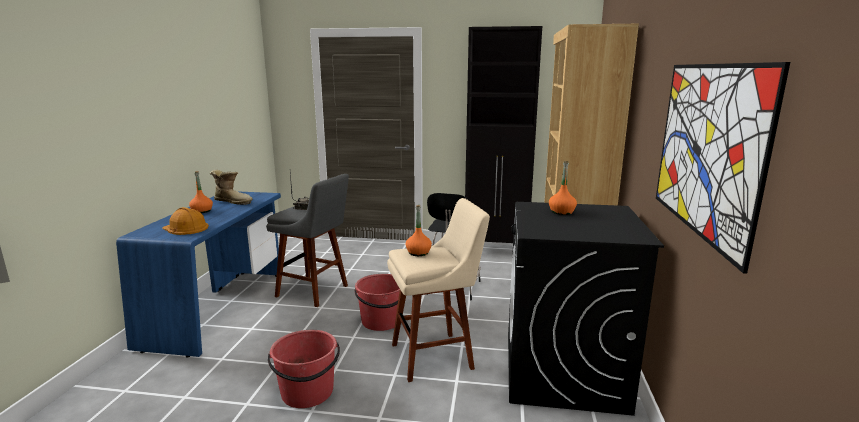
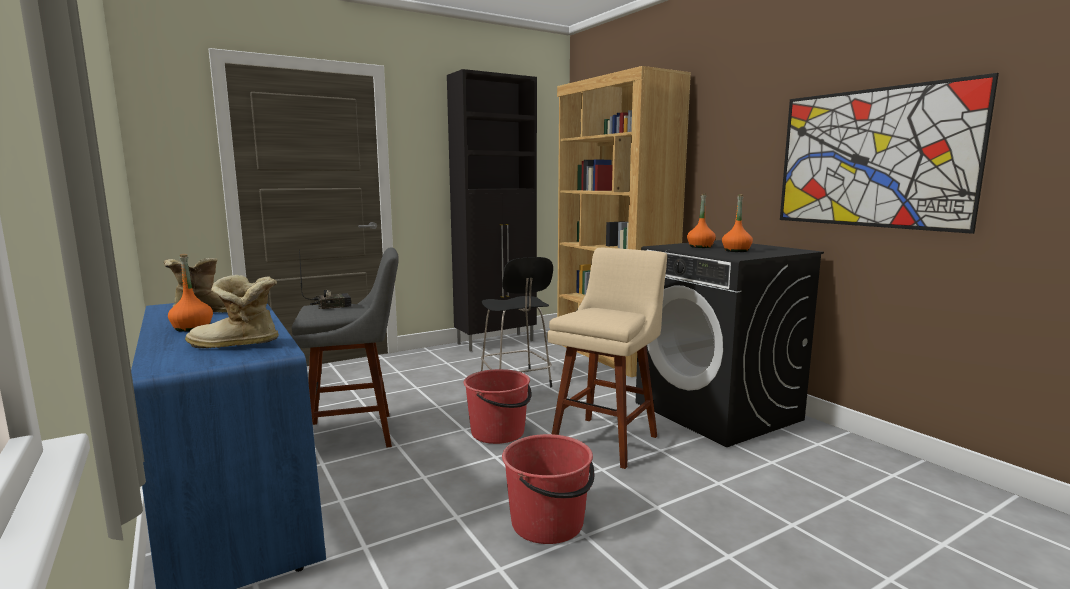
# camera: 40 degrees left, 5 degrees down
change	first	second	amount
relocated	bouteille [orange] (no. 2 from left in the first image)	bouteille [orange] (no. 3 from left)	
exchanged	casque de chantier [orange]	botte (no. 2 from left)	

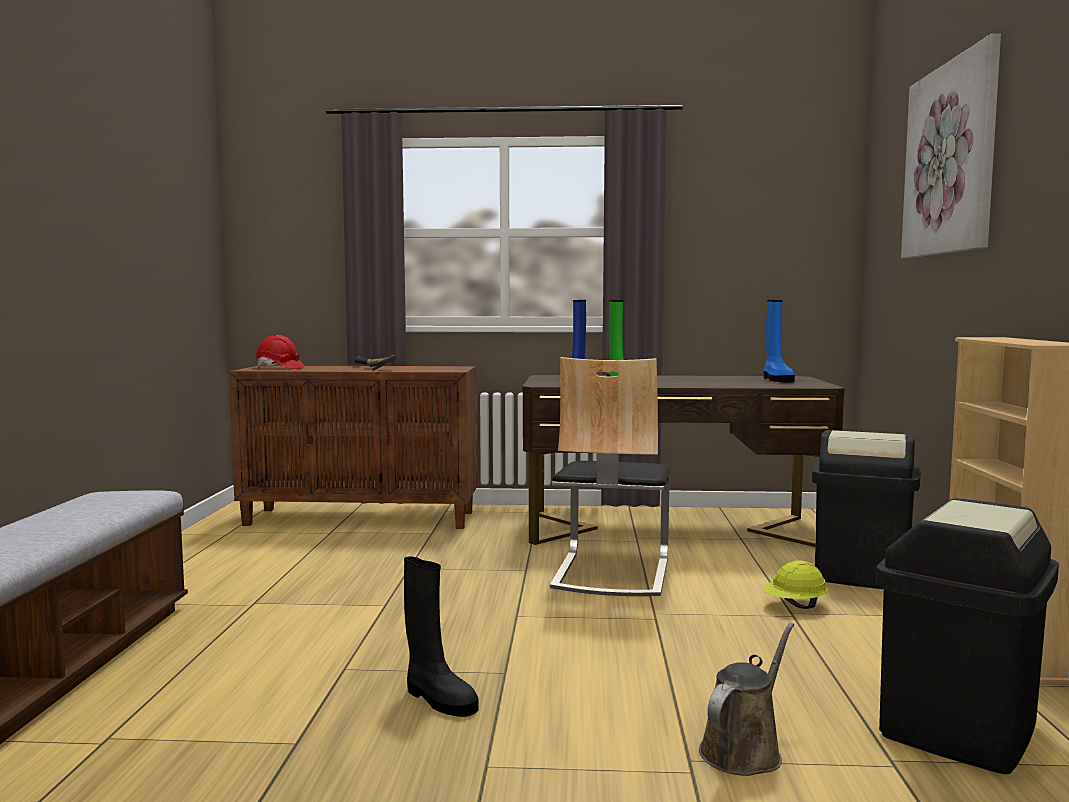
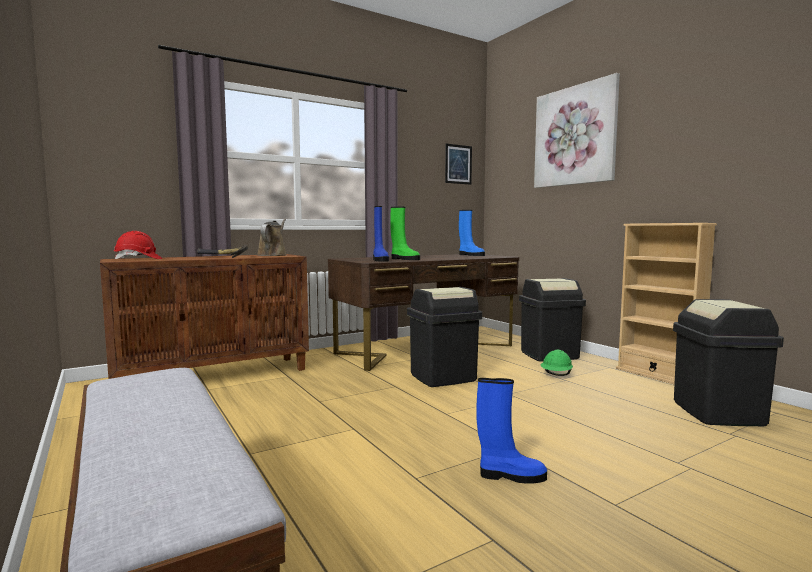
# camera: 35 degrees left, 0 degrees up
change	first	second	amount
exchanged	chaise	poubelle [noir] (no. 1 from left)	
colour	botte [noir]	botte [bleu] (no. 3 from left)	
colour	casque de chantier [jaune]	casque de chantier [vert]	
relocated	arrosoir [marron]		
appeared		tableau (no. 1 from left)	

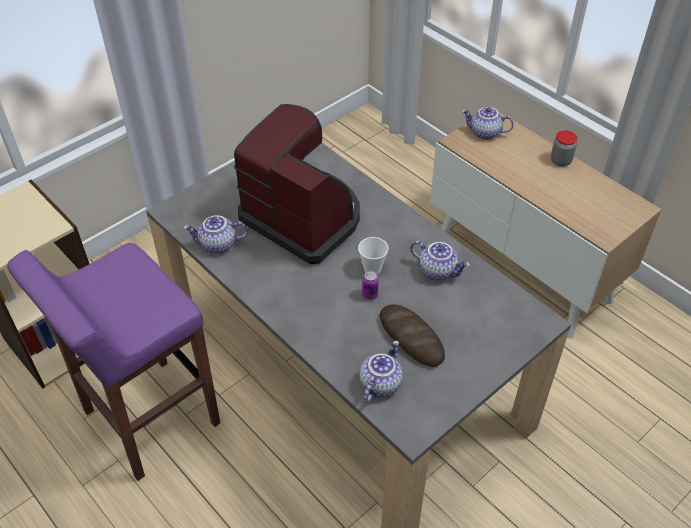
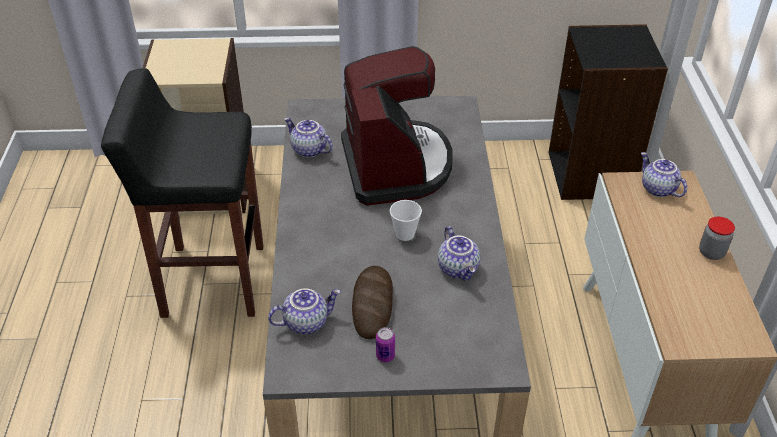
# camera: 40 degrees right, 5 degrees down
change	first	second	amount
colour	tabouret [violet]	tabouret [noir]	
relocated	boîte métallique		
appeared		bibliothèque [noir]	

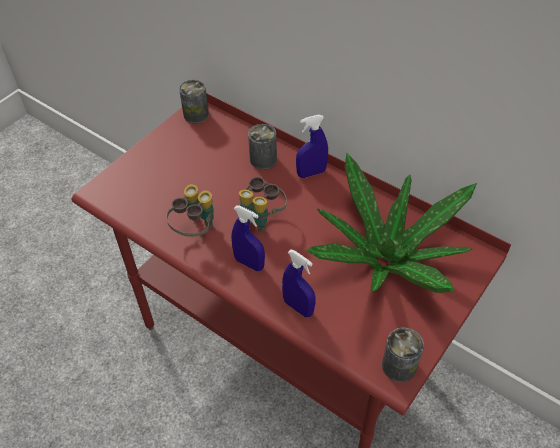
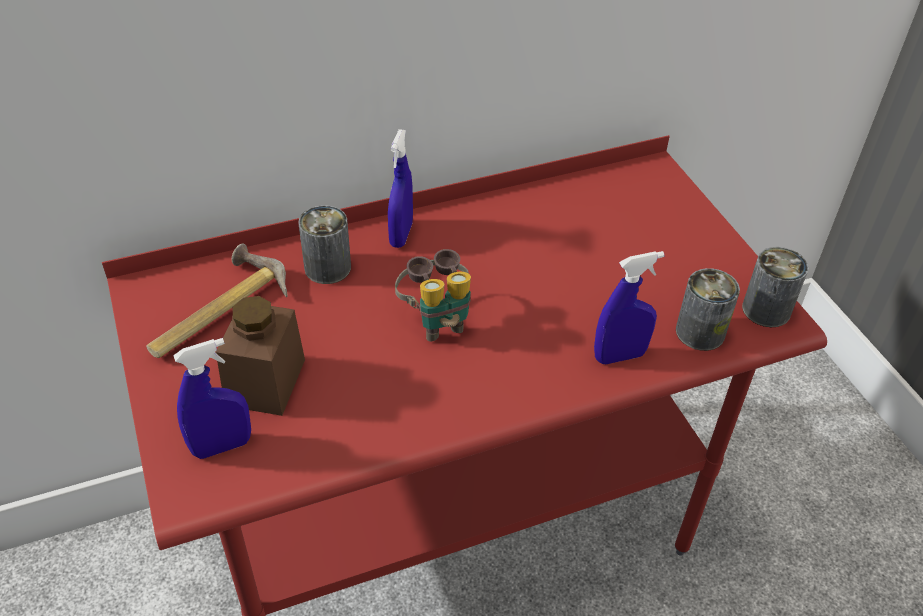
# camera: 60 degrees left, 5 degrees down
change	first	second	amount
relocated	boîte métallique (no. 1 from left in the first image)	boîte métallique (no. 2 from left)	
missing	plante en pot		
missing	jumelles (no. 1 from left)		
relocated	vaporisateur [bleu] (no. 1 from left)		
appeared		marteau	
appeared		bocal [marron]	

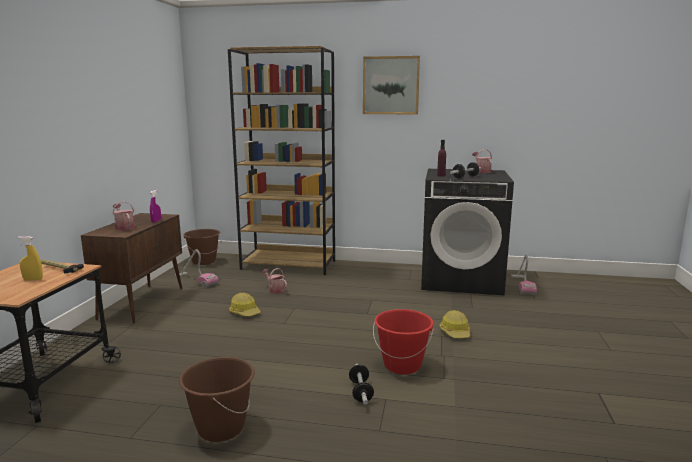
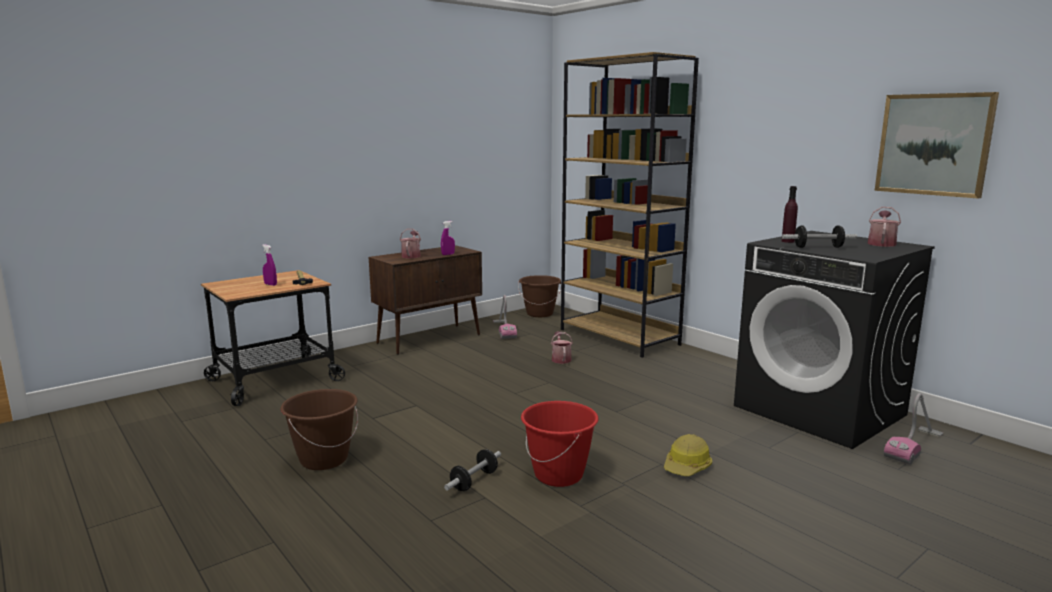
# camera: 40 degrees right, 0 degrees up
change	first	second	amount
relocated	tableau		
colour	vaporisateur [jaune]	vaporisateur [violet] (no. 1 from left)	
missing	casque de chantier (no. 1 from left)		

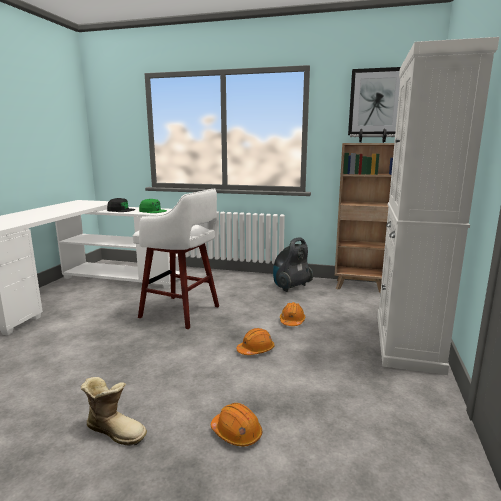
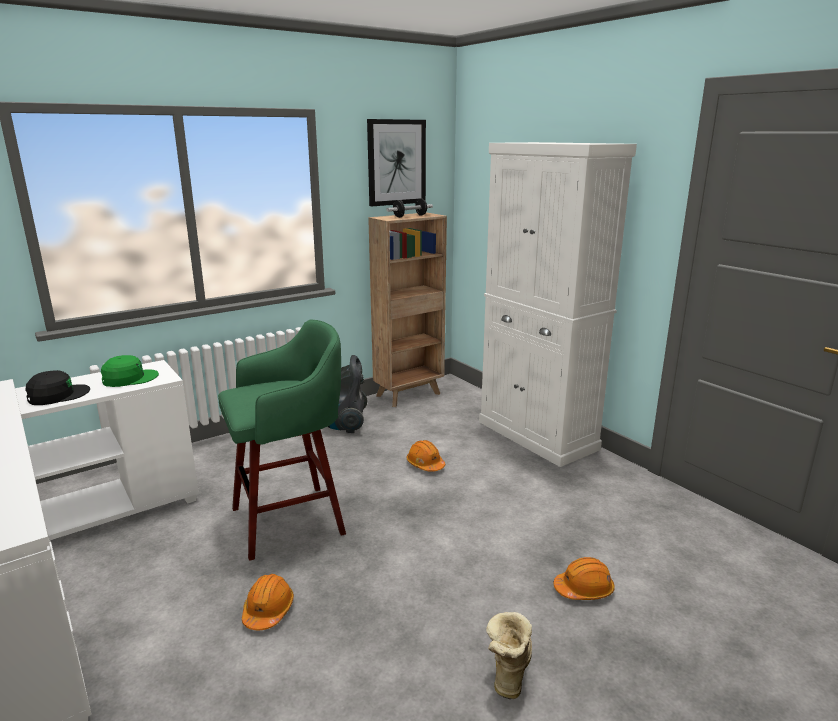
# camera: 50 degrees left, 5 degrees up
change	first	second	amount
colour	tabouret [blanc]	tabouret [vert]	
relocated	casque de chantier [orange] (no. 2 from left in the first image)	casque de chantier [orange] (no. 1 from left)	
spun	botte		45 degrees counterclockwise

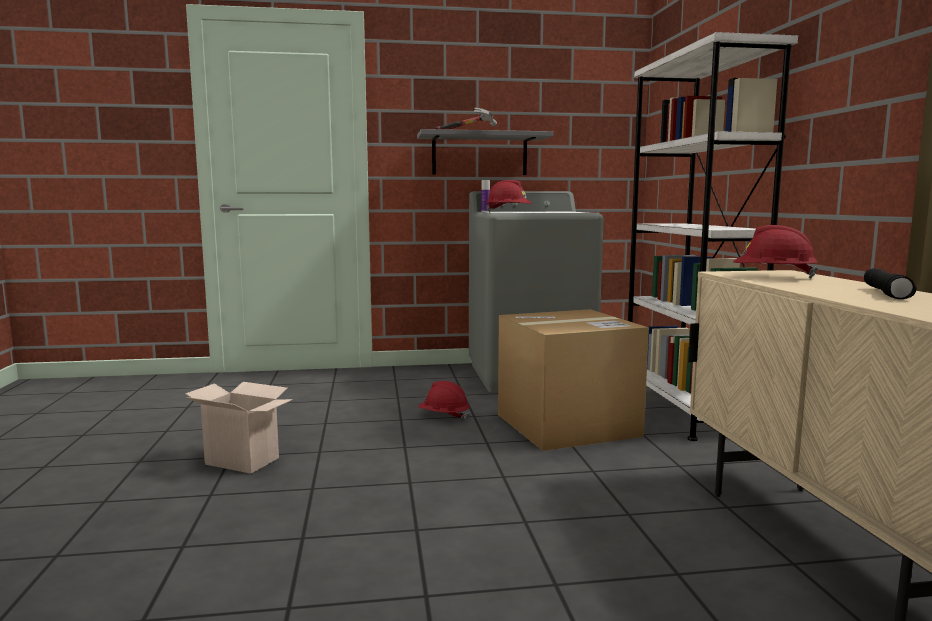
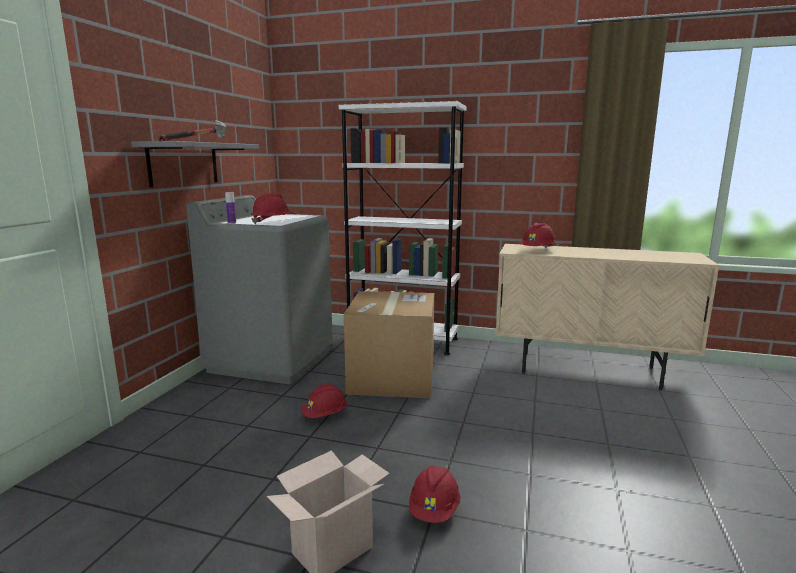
# camera: 65 degrees left, 5 degrees up
change	first	second	amount
missing	lampe de poche [noir]		
appeared		casque de chantier [rouge] (no. 3 from left)	

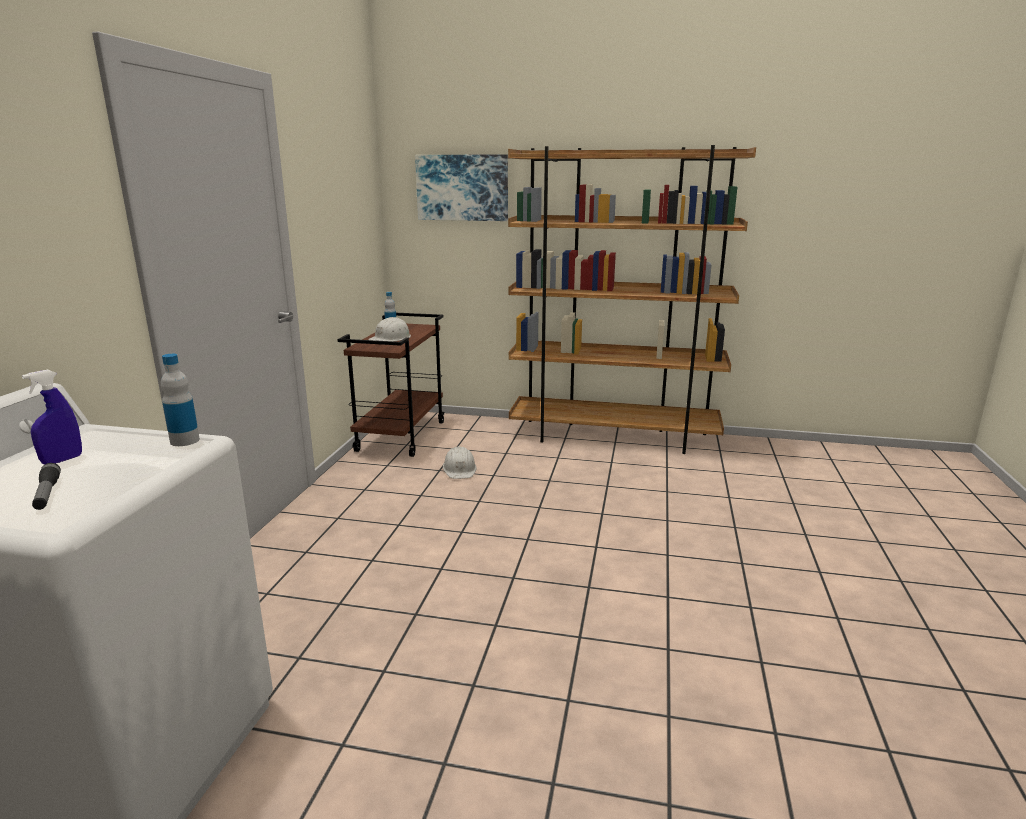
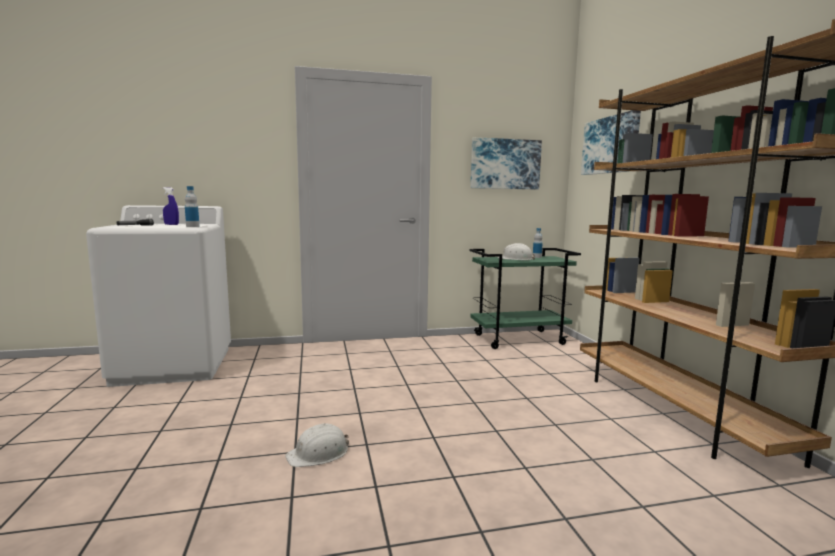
# camera: 65 degrees right, 10 degrees down
change	first	second	amount
colour	chariot [marron]	chariot [vert]	
relocated	casque de chantier [blanc] (no. 2 from left in the first image)	casque de chantier [blanc] (no. 1 from left)	
appeared		tableau (no. 1 from left)	

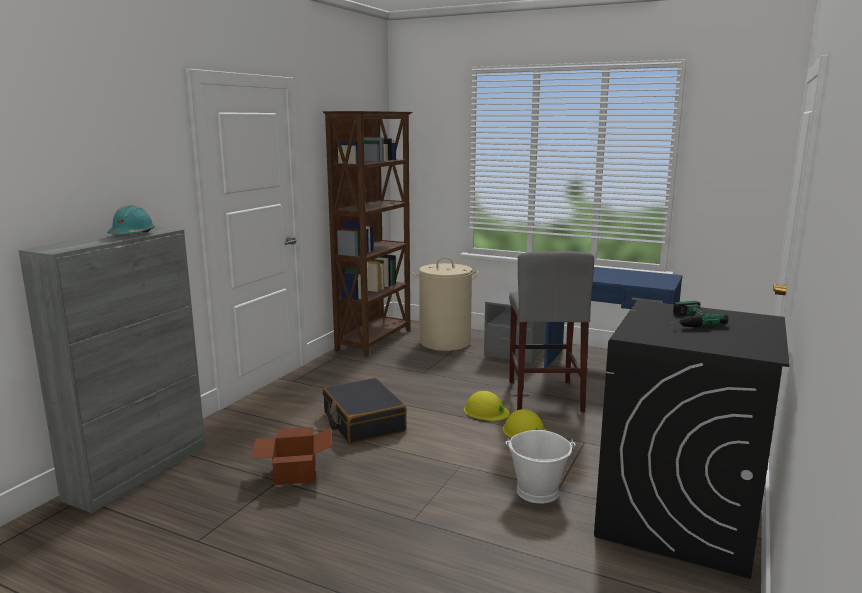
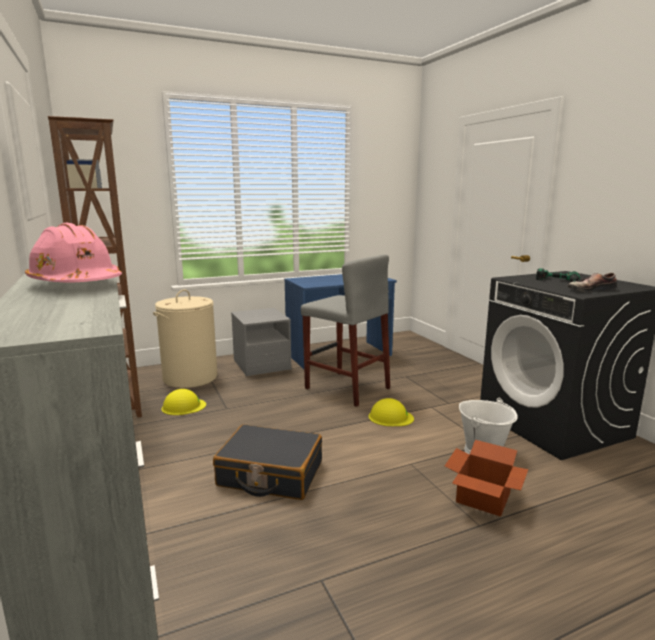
# camera: 50 degrees left, 0 degrees up
change	first	second	amount
colour	casque de chantier [turquoise]	casque de chantier [rose]	
relocated	casque de chantier [jaune] (no. 1 from left)		
relocated	carton		
appeared		chaussure	

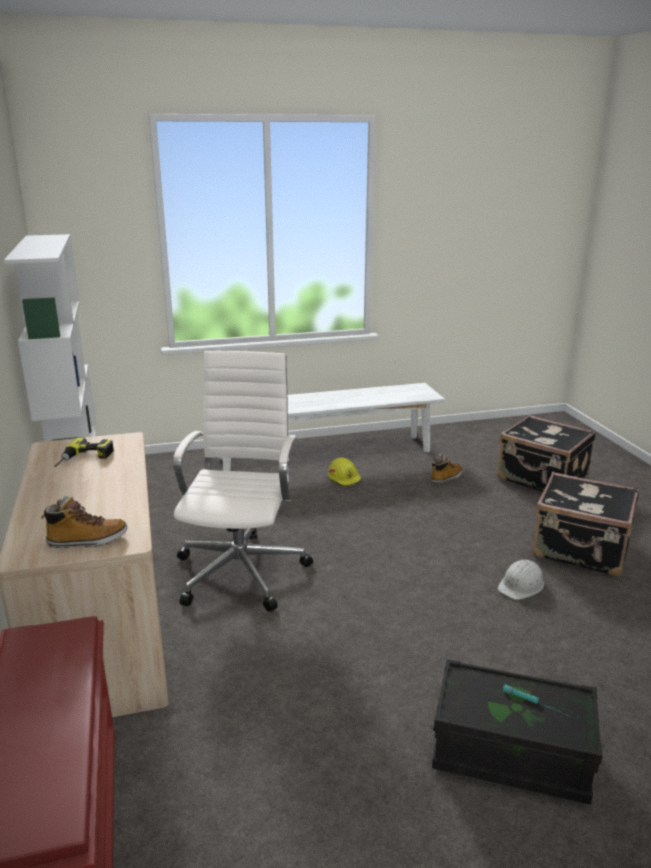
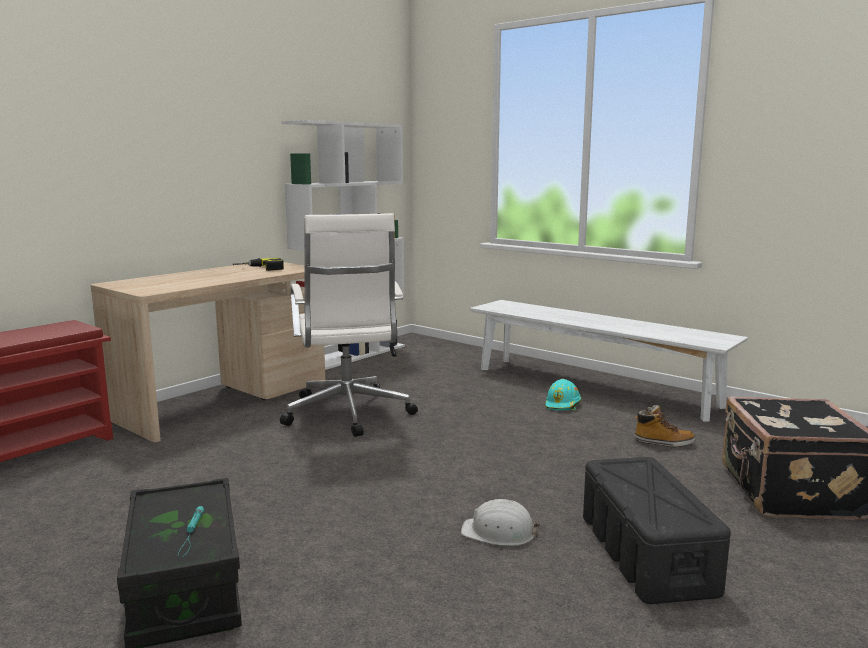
# camera: 55 degrees right, 10 degrees down
change	first	second	amount
spun	chaise de bureau [blanc]		105 degrees clockwise
colour	casque de chantier [jaune]	casque de chantier [turquoise]	
exchanged	valise [noir] (no. 2 from left)	boîte de rangement [noir] (no. 2 from left)	
missing	botte (no. 1 from left)		

